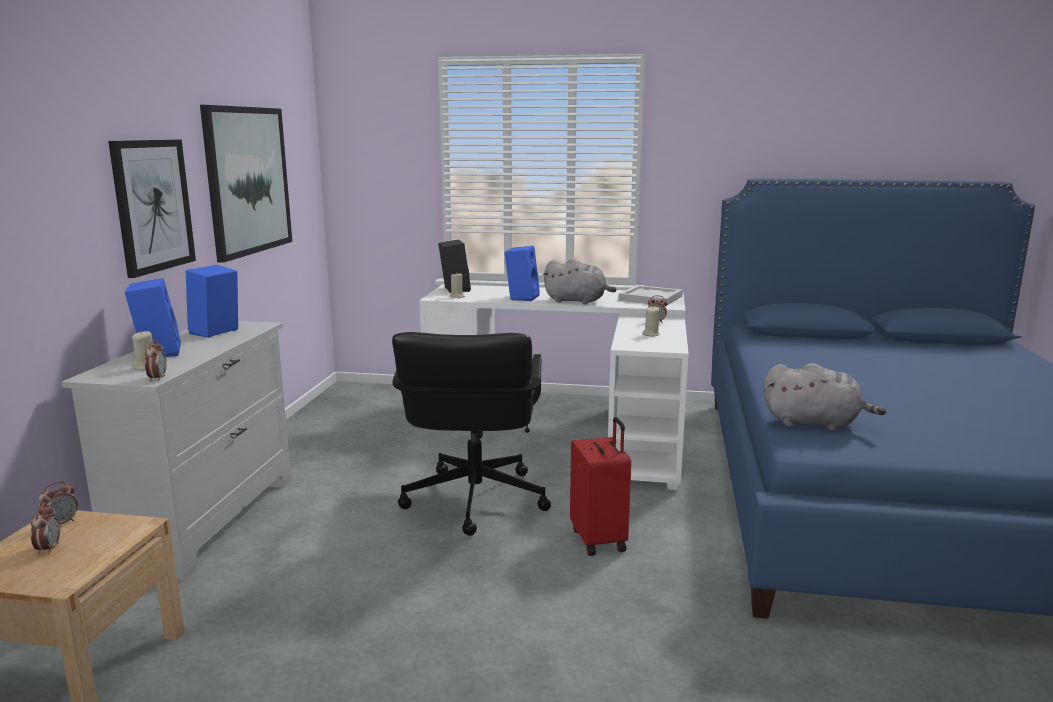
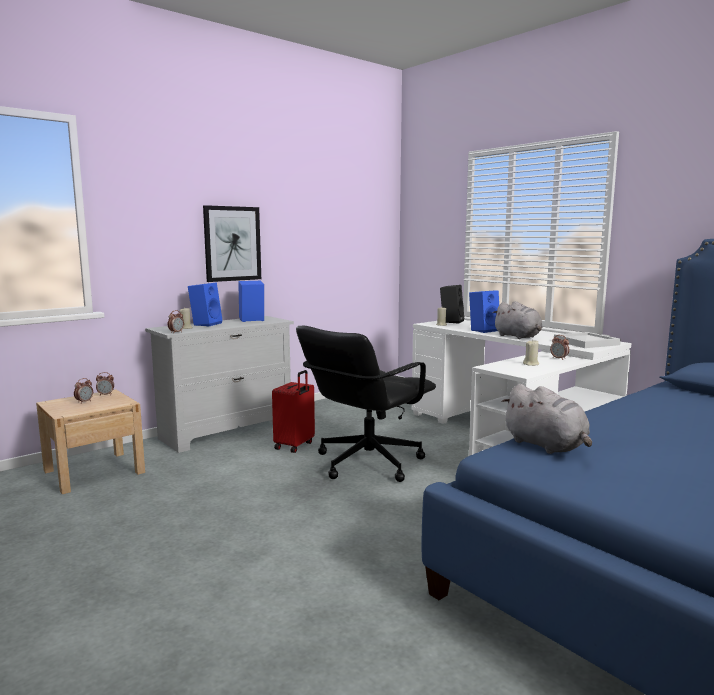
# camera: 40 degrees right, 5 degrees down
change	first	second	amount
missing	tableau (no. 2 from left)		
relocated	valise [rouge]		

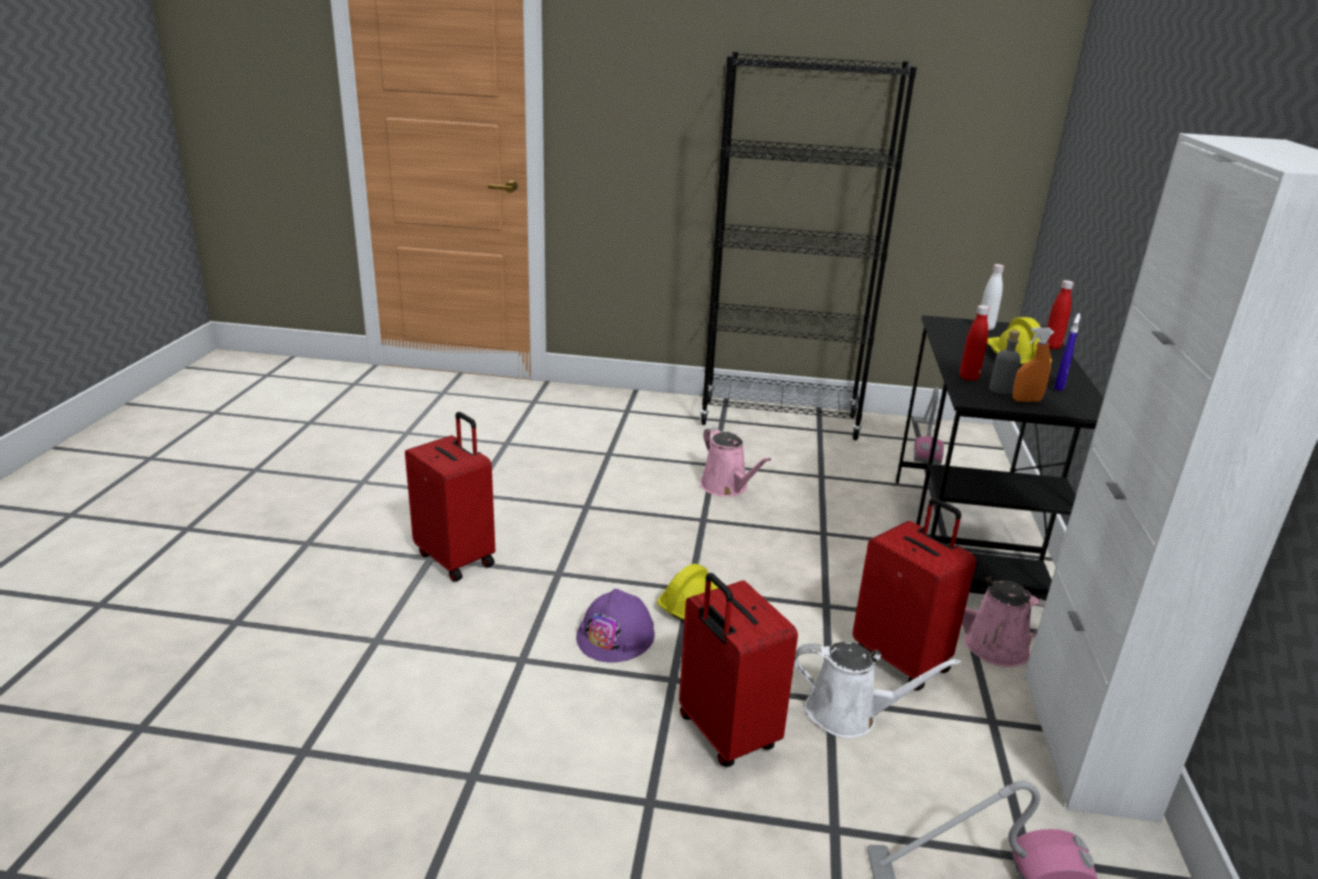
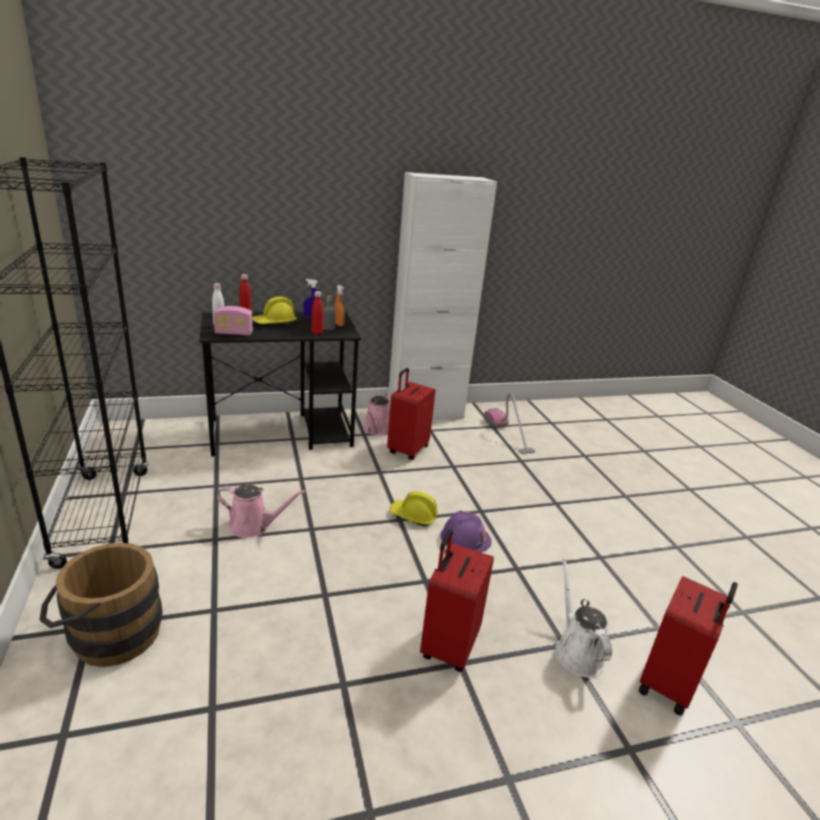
# camera: 115 degrees left, 0 degrees up
change	first	second	amount
missing	aspirateur (no. 1 from left)		
spun	arrosoir [rose] (no. 1 from left)		60 degrees clockwise
relocated	valise [rouge] (no. 2 from left in the first image)	valise [rouge] (no. 3 from left)	
relocated	arrosoir [blanc]		
appeared		radio	
appeared		seau [marron]	

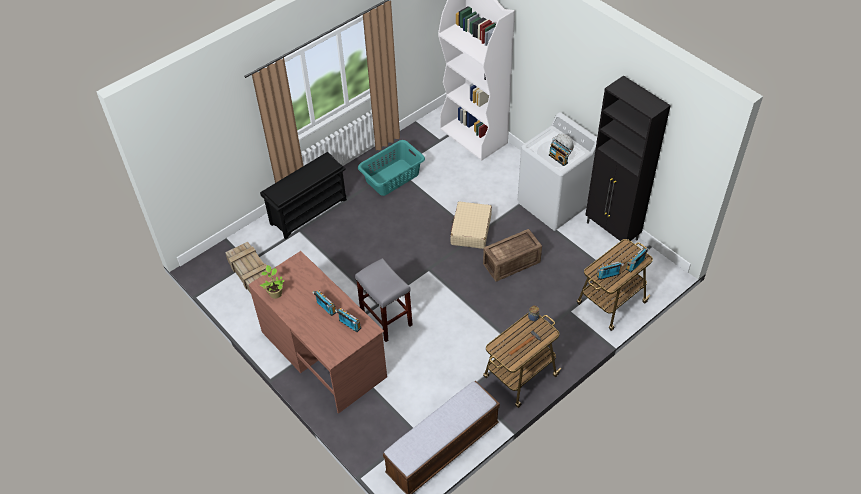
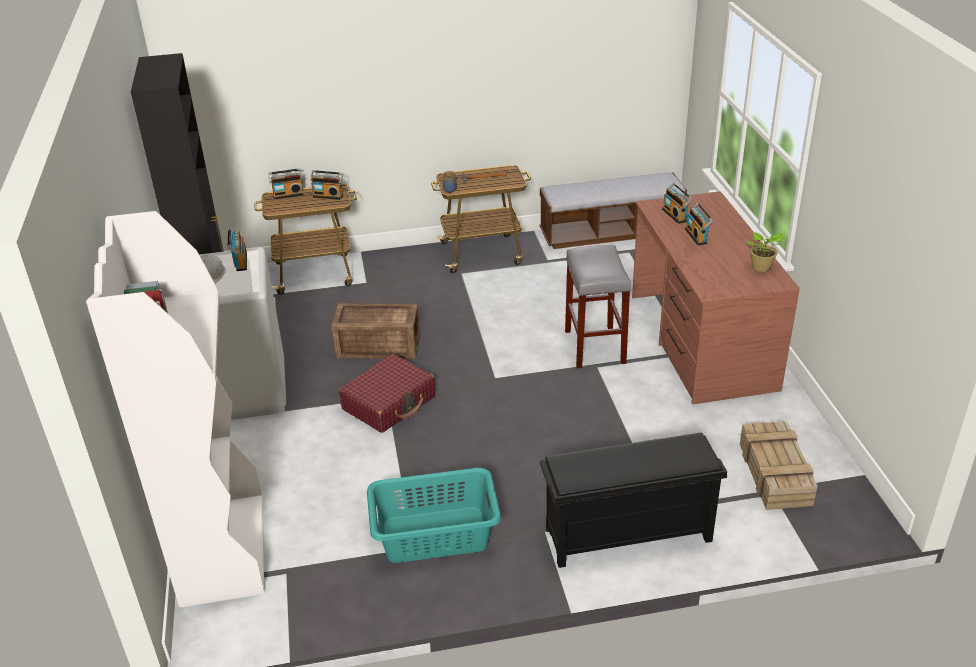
# camera: 150 degrees left, 15 degrees down
change	first	second	amount
colour	valise [beige]	valise [rouge]	

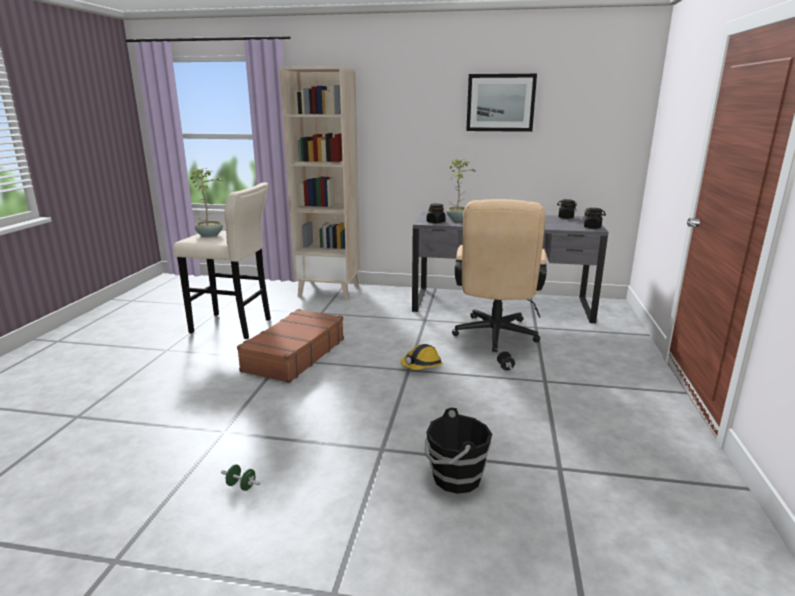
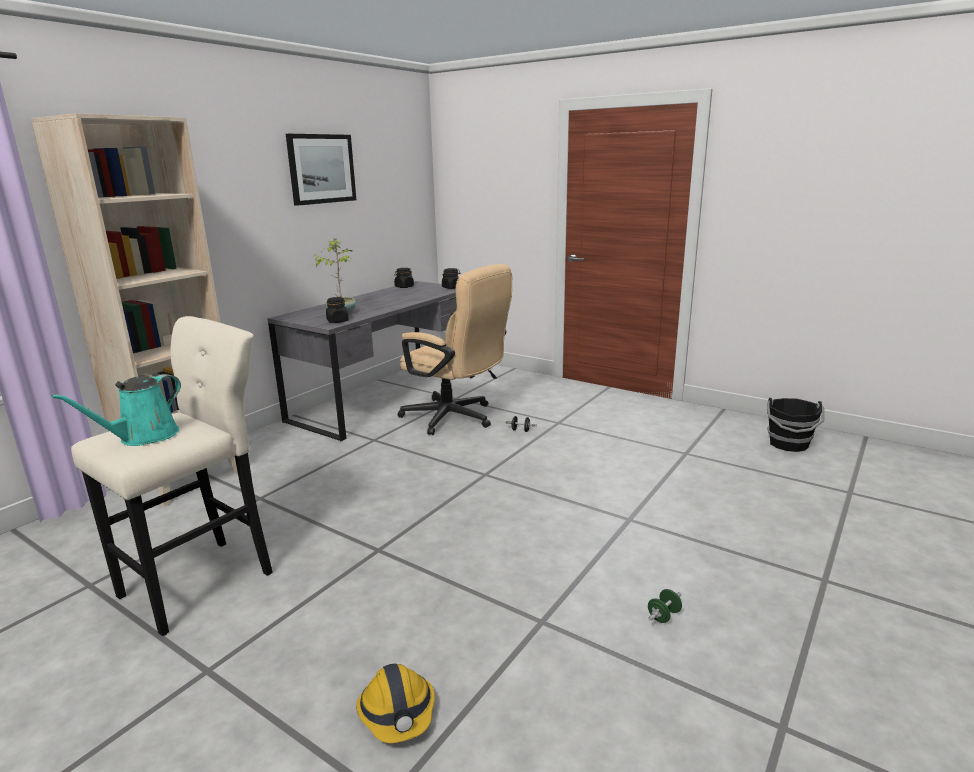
# camera: 65 degrees left, 0 degrees up
change	first	second	amount
exchanged	plante en pot (no. 1 from left)	arrosoir [turquoise]	
missing	valise [marron]		
relocated	casque de chantier		
relocated	seau [noir]		

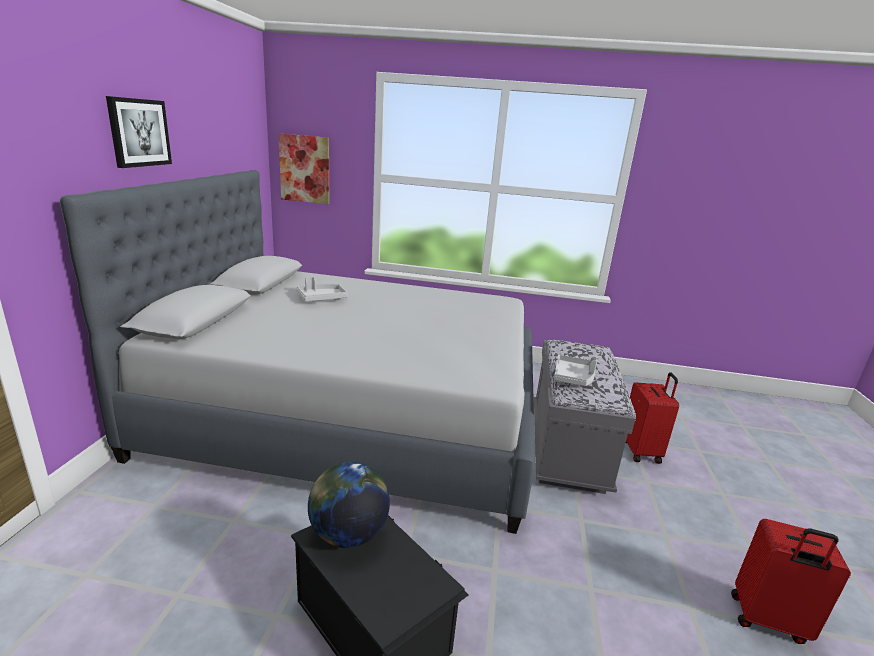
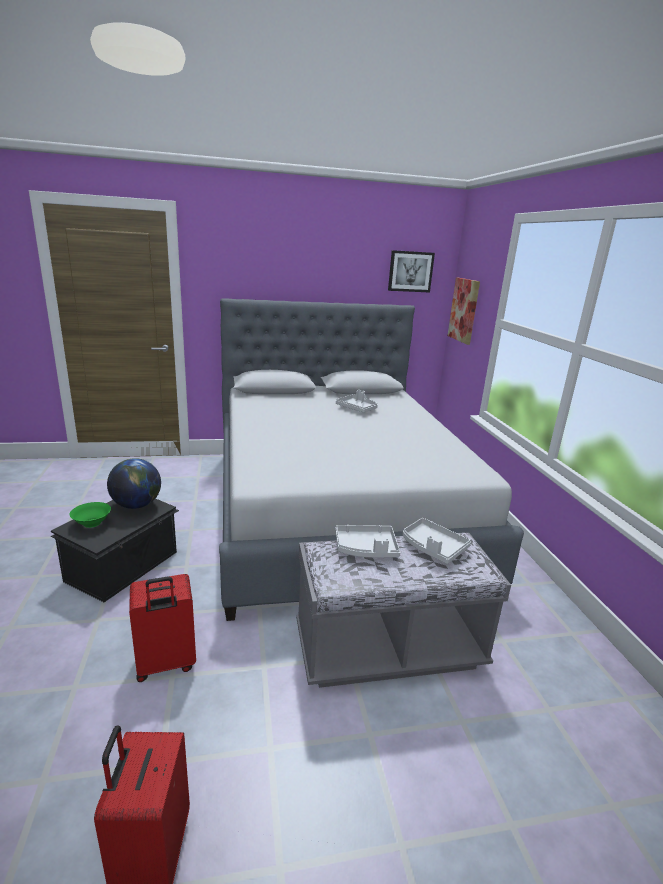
# camera: 70 degrees right, 0 degrees up
change	first	second	amount
relocated	tableau (no. 1 from left)		
relocated	valise [rouge] (no. 1 from left in the first image)	valise [rouge] (no. 2 from left)	
appeared		bol [vert]	
appeared		plateau [gris] (no. 3 from left)	

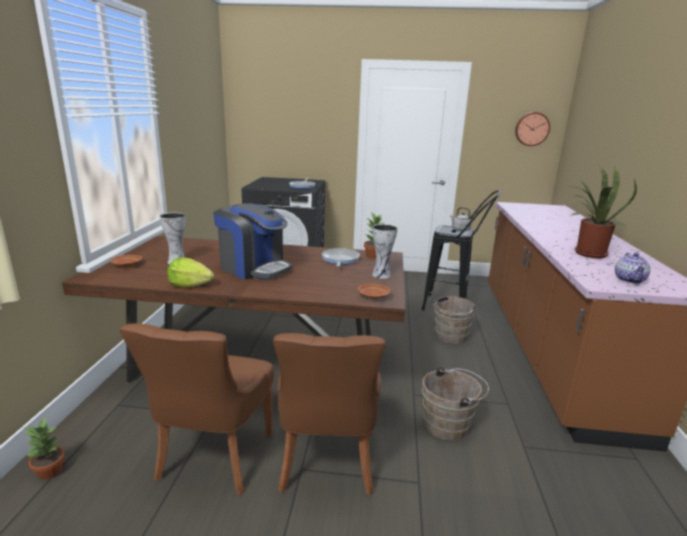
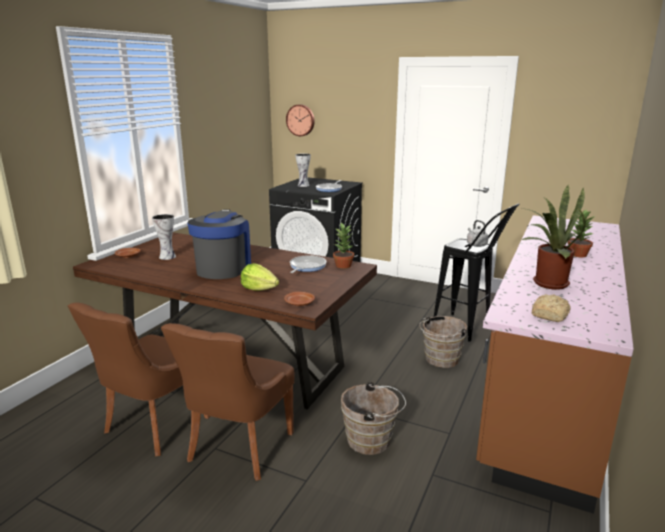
# camera: 20 degrees right, 0 degrees up
change	first	second	amount
relocated	horloge murale		
spun	machine à café		135 degrees counterclockwise
relocated	vase (no. 2 from left)		
exchanged	théière	pain	
relocated	laitue		
relocated	plante en pot (no. 1 from left in the first image)	plante en pot (no. 3 from left)	

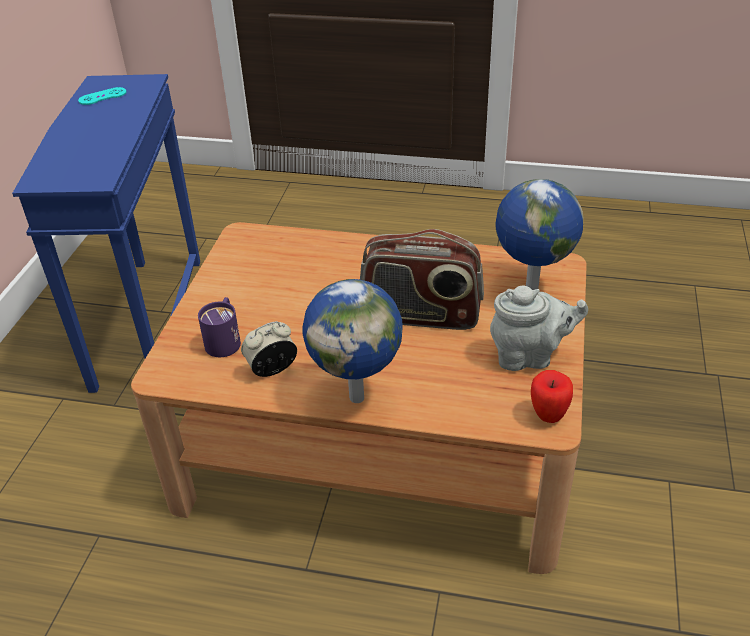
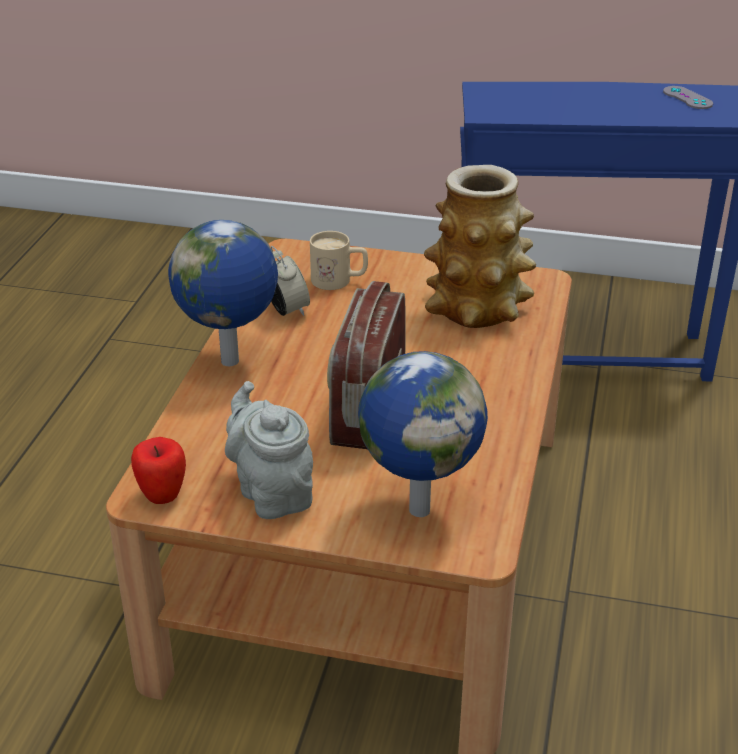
# camera: 90 degrees right, 5 degrees down
change	first	second	amount
colour	manette [turquoise]	manette [gris]	
spun	théière [gris]		150 degrees clockwise
colour	mug [violet]	mug [beige]	
appeared		vase	

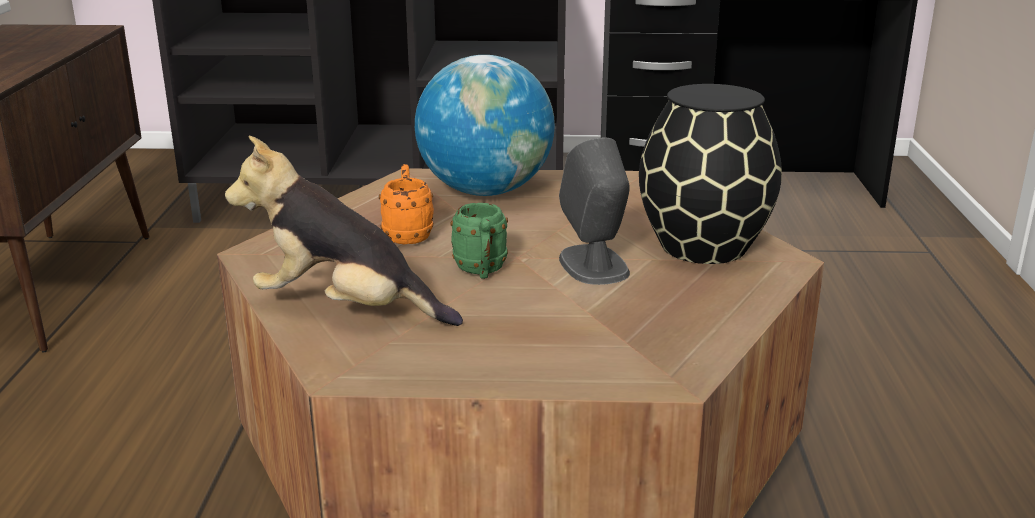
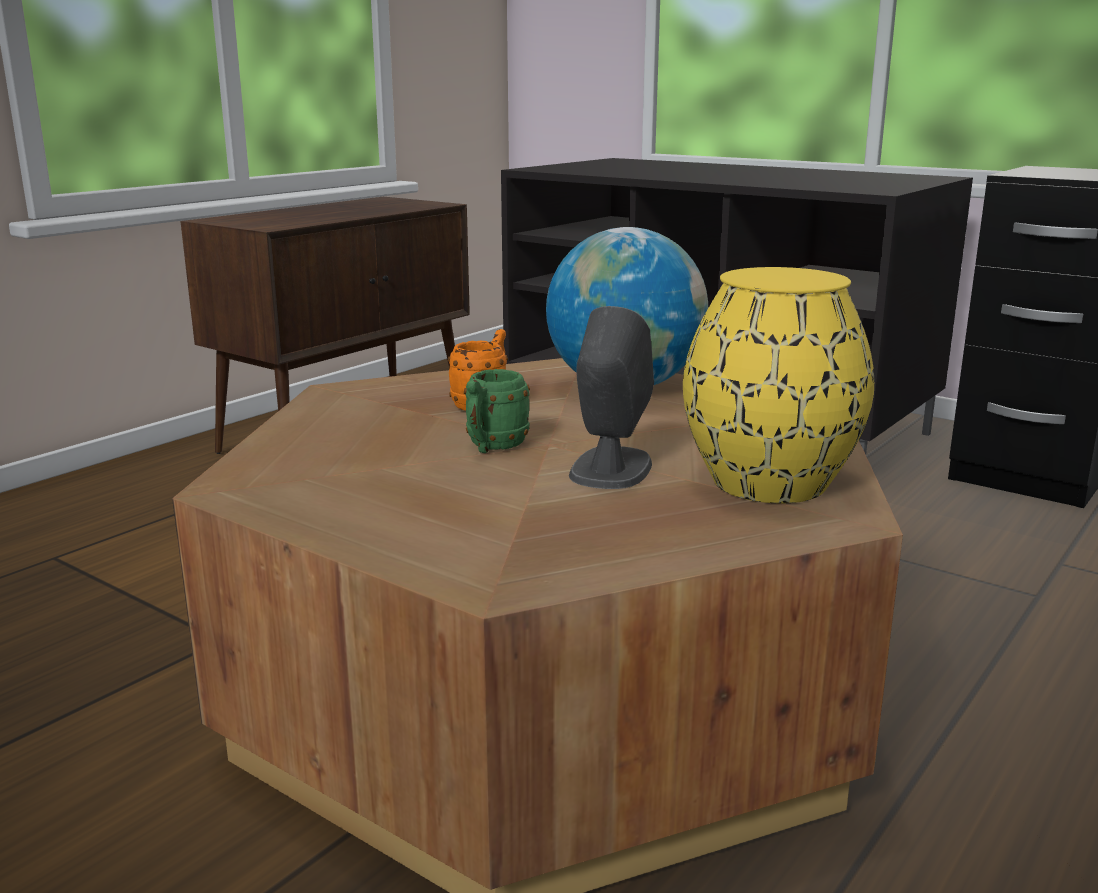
# camera: 35 degrees right, 5 degrees down
change	first	second	amount
colour	vase [noir]	vase [jaune]	
missing	peluche		

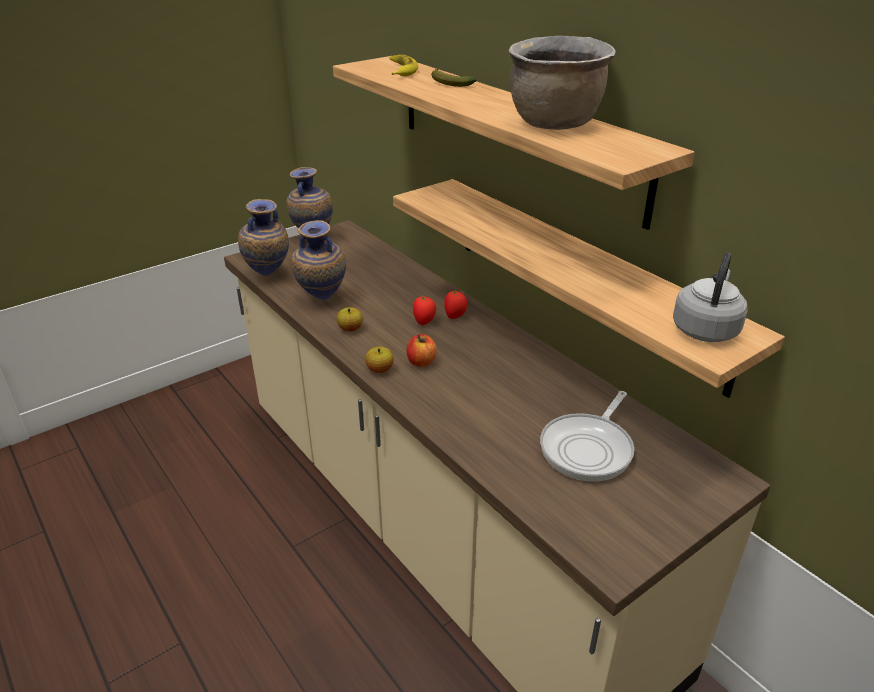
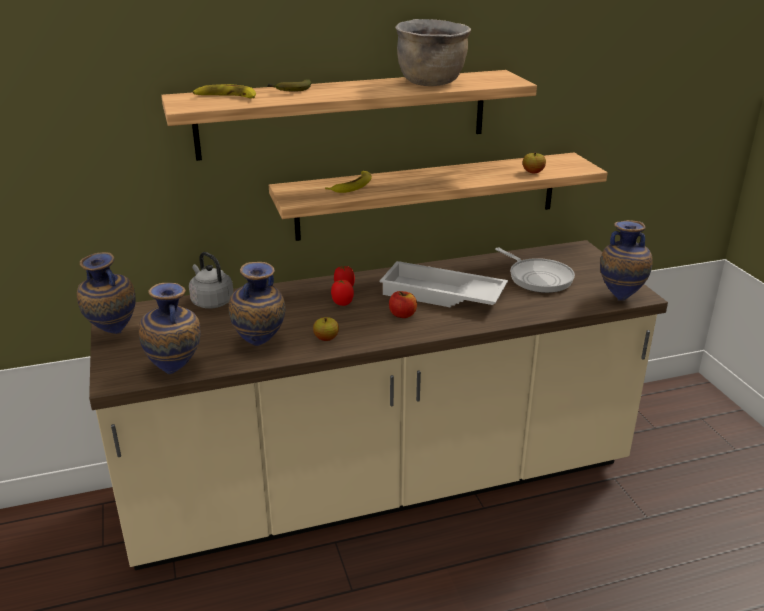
# camera: 70 degrees left, 5 degrees down
change	first	second	amount
relocated	bouilloire [gris]		
relocated	pomme (no. 2 from left in the first image)	pomme (no. 3 from left)	
appeared		banane (no. 3 from left)	
appeared		vase (no. 4 from left)	
appeared		plateau [blanc]	

